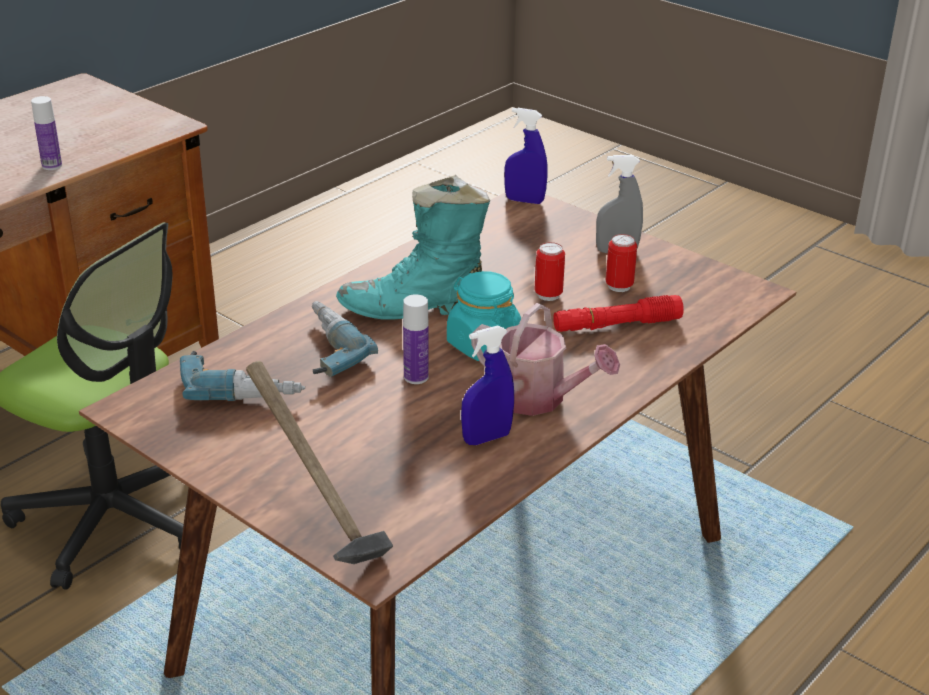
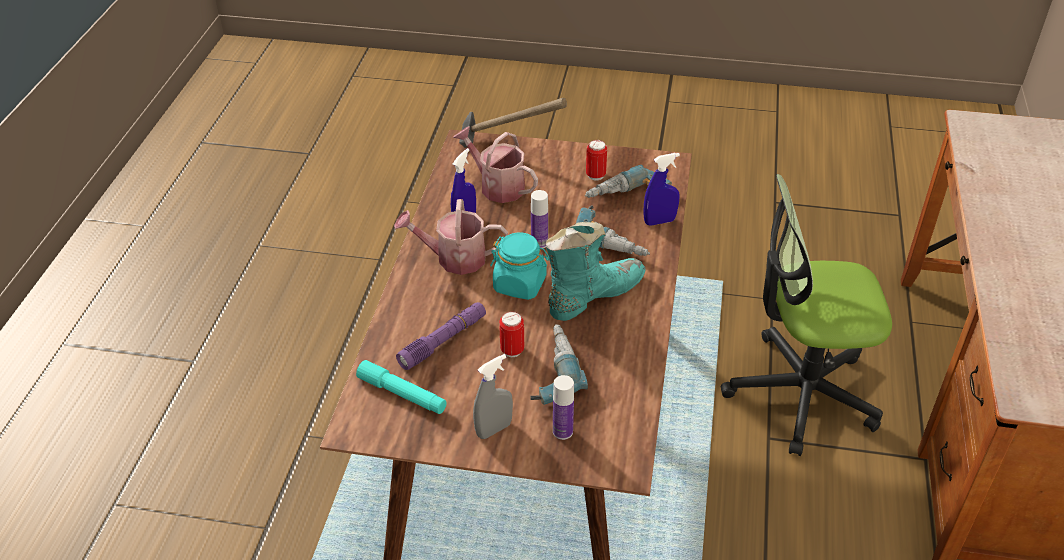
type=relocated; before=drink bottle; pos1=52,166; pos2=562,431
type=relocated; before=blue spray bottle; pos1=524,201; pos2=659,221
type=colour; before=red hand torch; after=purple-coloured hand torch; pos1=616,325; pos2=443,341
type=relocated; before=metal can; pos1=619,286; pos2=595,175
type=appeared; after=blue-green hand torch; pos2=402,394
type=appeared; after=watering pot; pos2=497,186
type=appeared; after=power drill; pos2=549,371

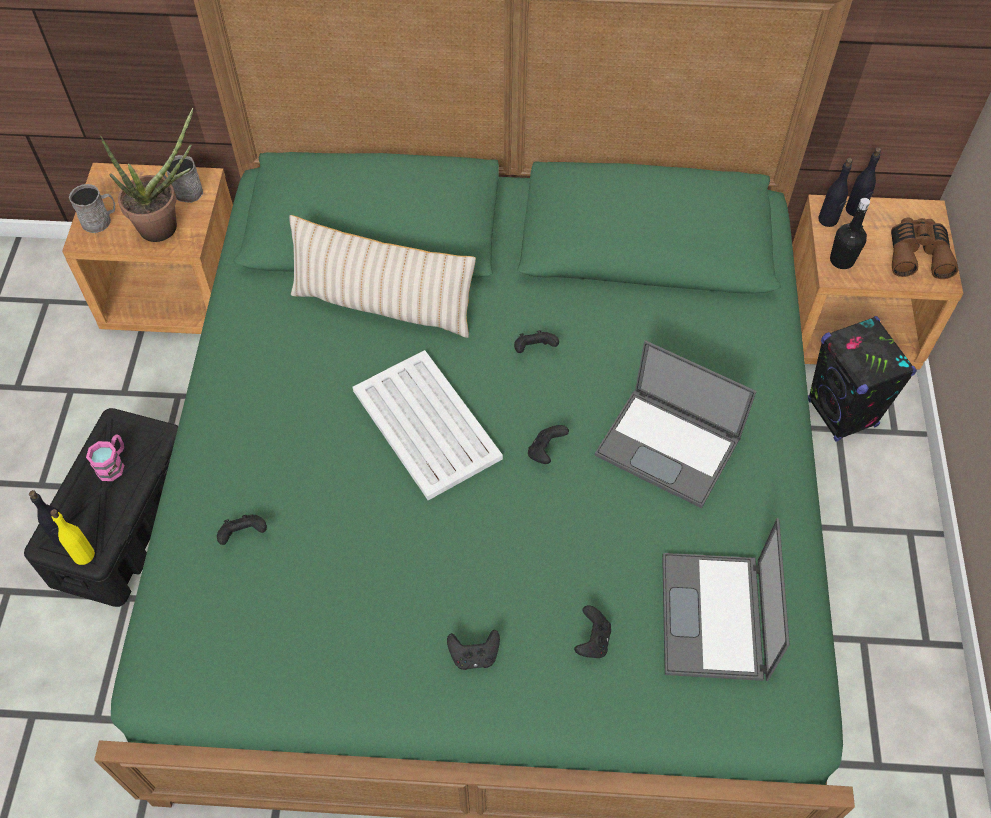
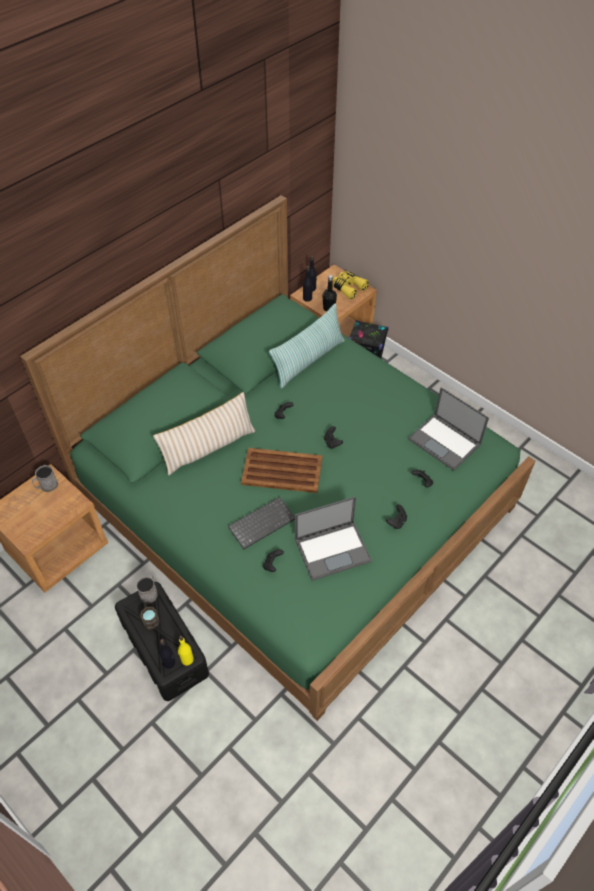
type=relocated; before=gray tea mug; pos1=100,220; pos2=149,593
type=colour; before=pinkish tea mug; after=brownish tea mug; pos1=113,464; pos2=150,619
type=missing; before=potted plant; pos1=167,226
type=colour; before=whitish carrying tray; after=brownish carrying tray; pos1=426,423; pos2=281,470
type=relocated; before=portable computer; pos1=669,447; pos2=333,549
type=colour; before=brownish pair of binoculars; after=yellow-coloured pair of binoculars; pos1=917,254; pos2=348,288
type=appeared; after=computer keyboard; pos2=262,522
type=appeared; after=throw pillow; pos2=308,360

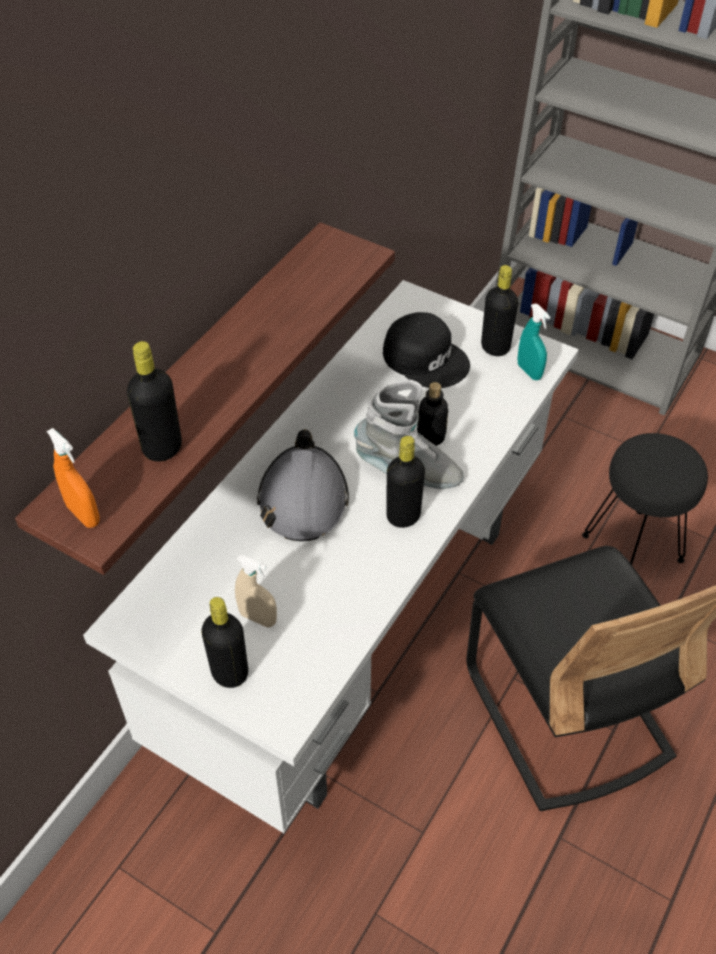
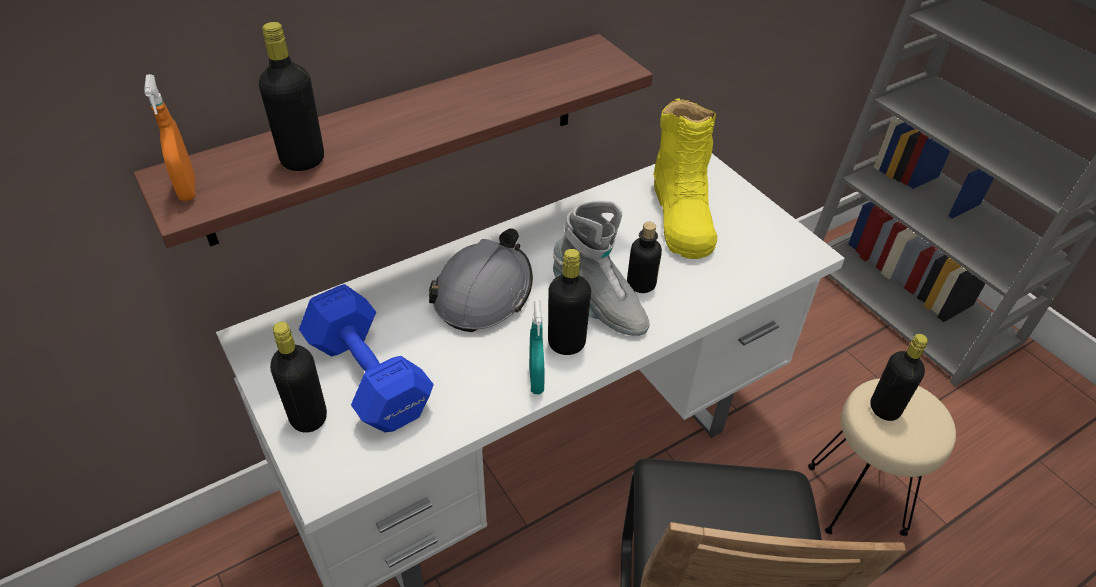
type=exchanged; before=beige spray bottle; after=blue hand weight; pos1=258,618; pos2=369,380
type=exchanged; before=black baseball cap; after=yellow-coloured high-top boot; pos1=426,358; pos2=681,215
type=relocated; before=black drink bottle; pos1=495,347; pos2=884,409
type=relocated; before=blue-green spray bottle; pos1=529,371; pos2=536,380
type=colour; before=black stool; after=beige stool; pos1=633,547; pos2=857,499

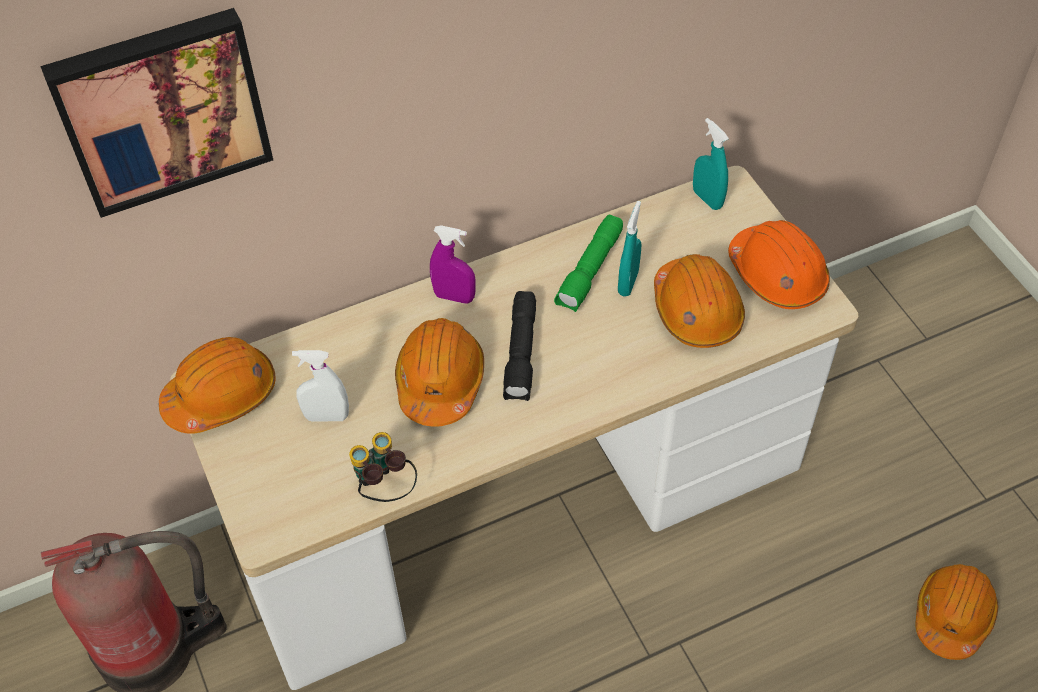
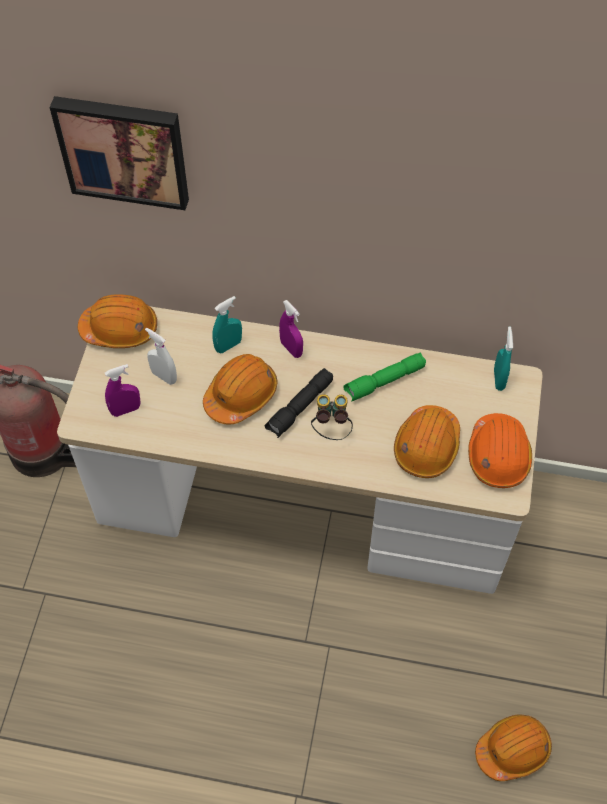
type=relocated; before=pair of binoculars; pos1=384,489; pos2=331,429
type=relocated; before=blue-green spray bottle; pos1=628,283; pos2=228,345
type=appeared; after=purple-coloured spray bottle; pos2=126,410

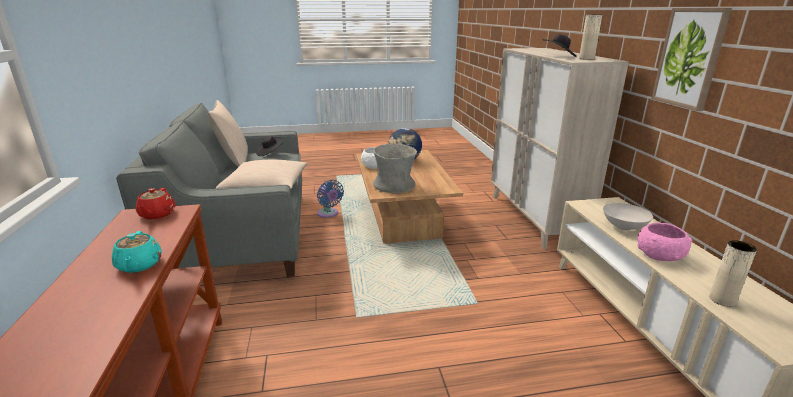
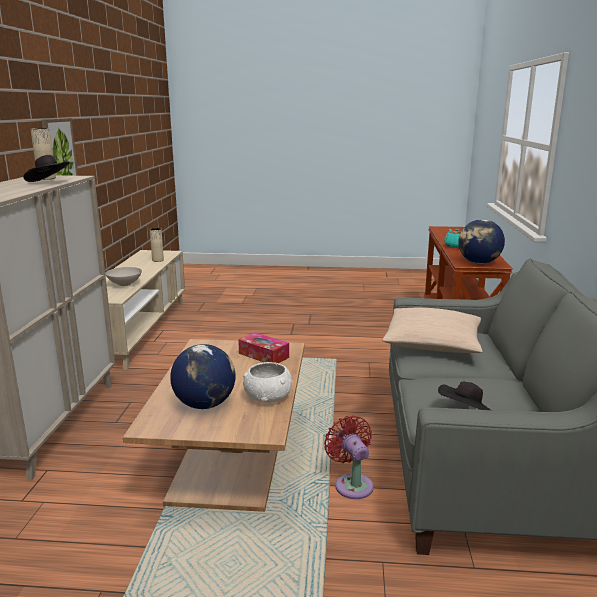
type=exchanged; before=red tea pot; after=globe; pos1=157,214; pos2=479,263
type=missing; before=beige throw pillow; pos1=234,161
type=colour; before=blue electric fan; after=red electric fan; pos1=328,214; pos2=352,484
type=exchanged; before=gray flower vase; after=tissue box; pos1=394,186; pos2=263,355
type=missing; before=pinkish deep dish; pos1=659,255

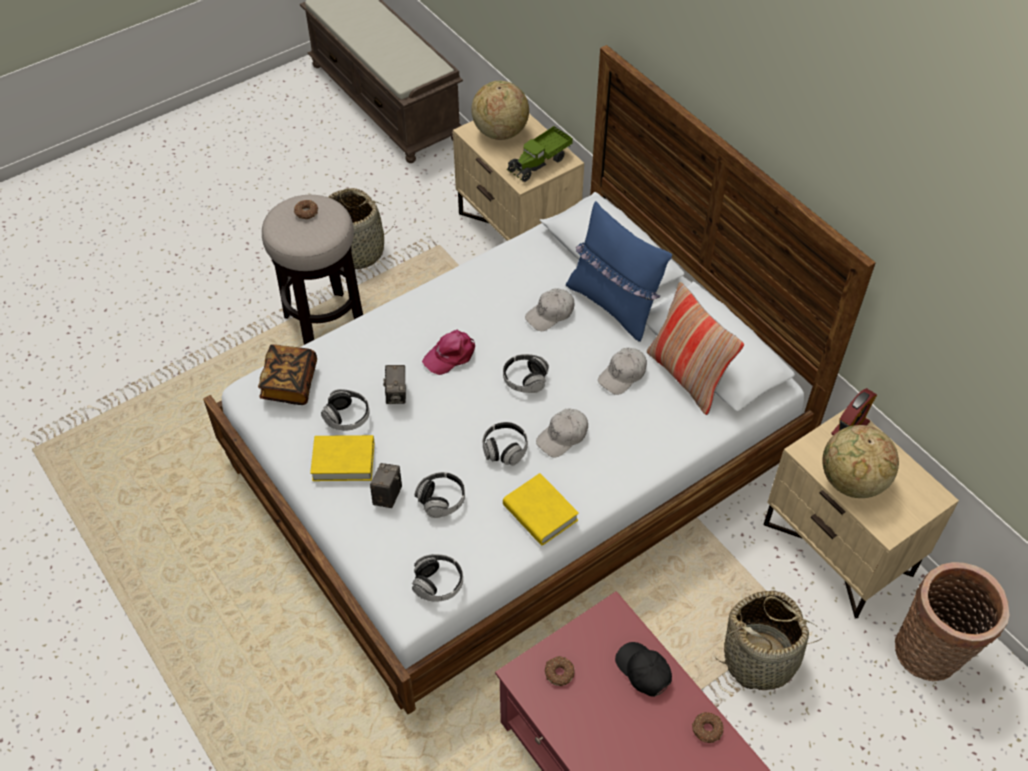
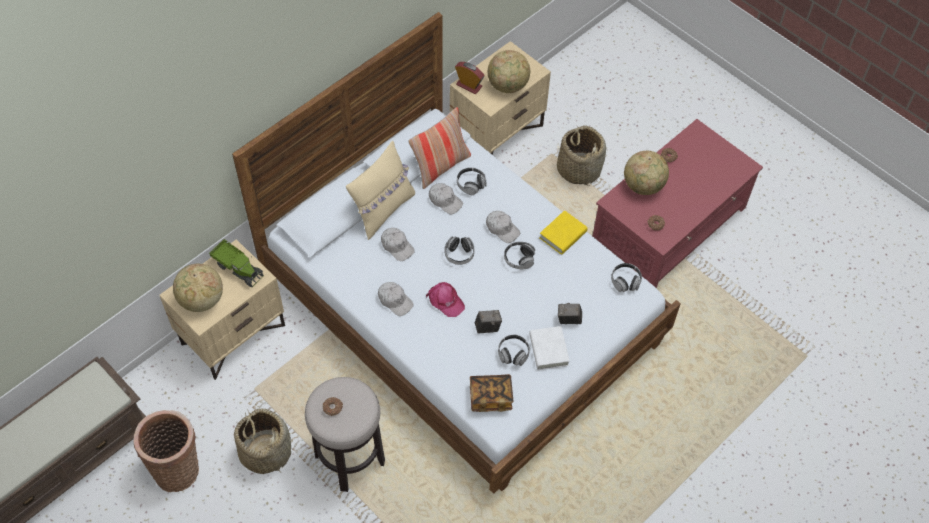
type=colour; before=yellow-coloured volume; after=whitish volume; pos1=343,461; pos2=548,350
type=relocated; before=headset; pos1=441,500; pos2=471,185
type=colour; before=blue throw pillow; after=beige throw pillow; pos1=614,305; pos2=383,210
type=exchanged; before=black baseball cap; after=globe; pos1=643,671; pos2=643,186
type=relocated; before=storage basket; pos1=931,654; pos2=178,468
type=appeared; after=whitish baseball cap; pos2=395,300

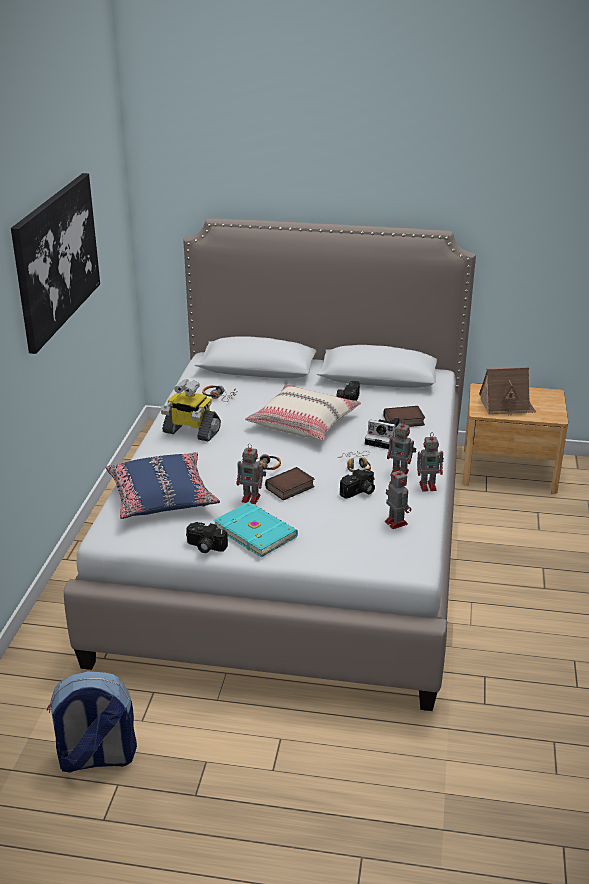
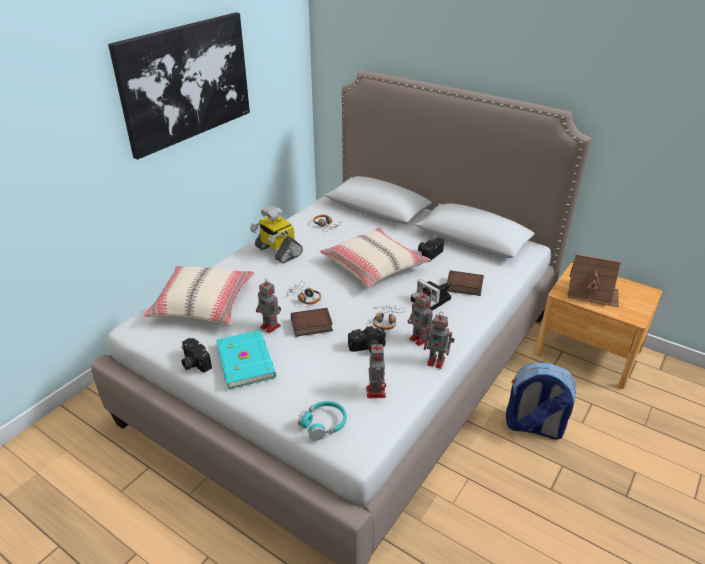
type=relocated; before=rucksack; pos1=96,758; pos2=533,427
type=colour; before=blue throw pillow; after=beige throw pillow; pos1=162,497; pos2=203,304
type=appeared; after=blue-green headset; pos2=323,424

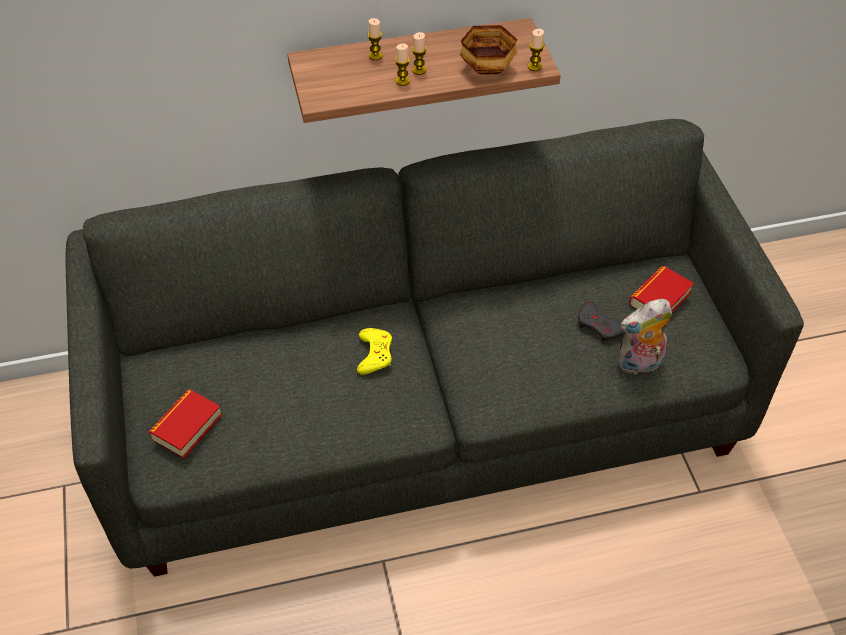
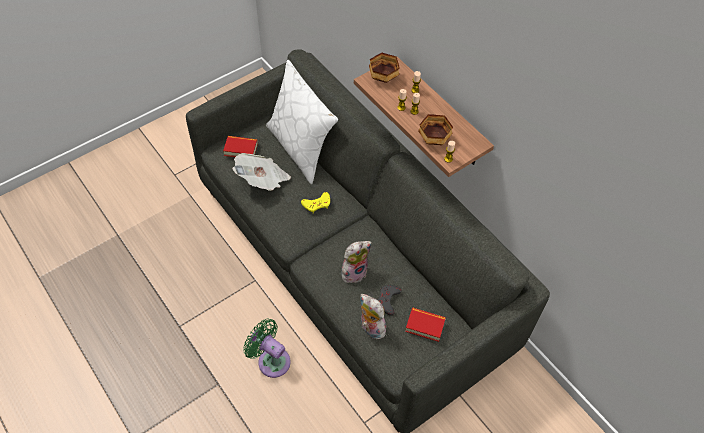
type=appeared; after=printed paper; pos2=263,180
type=appeared; after=green electric fan; pos2=271,360
type=appeared; after=whitish throw pillow; pos2=301,148
type=appeared; after=plush toy; pos2=354,271
type=appeared; after=deep dish; pos2=383,76

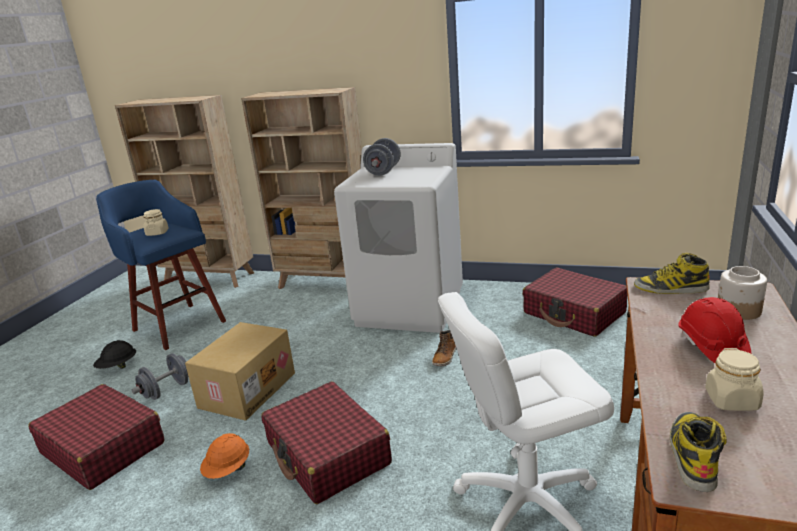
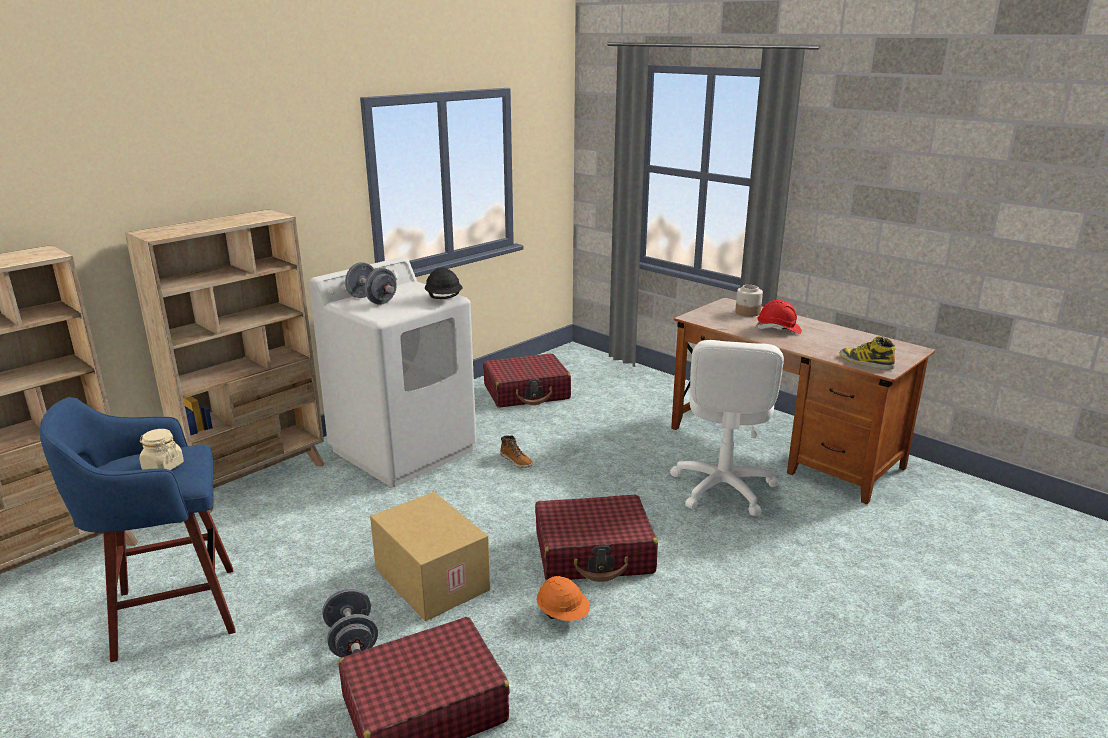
type=relocated; before=black safety helmet; pos1=118,367; pos2=444,299
type=missing; before=high-top boot; pos1=670,289
type=missing; before=beige preserve jar; pos1=732,400

